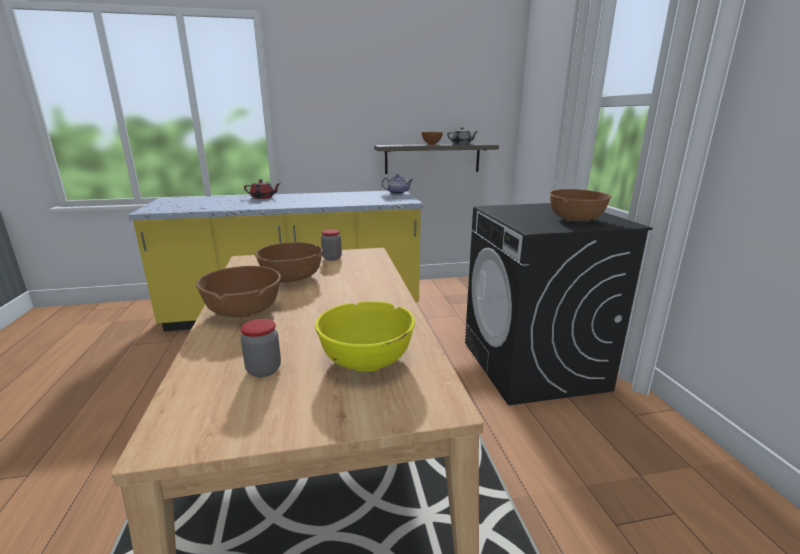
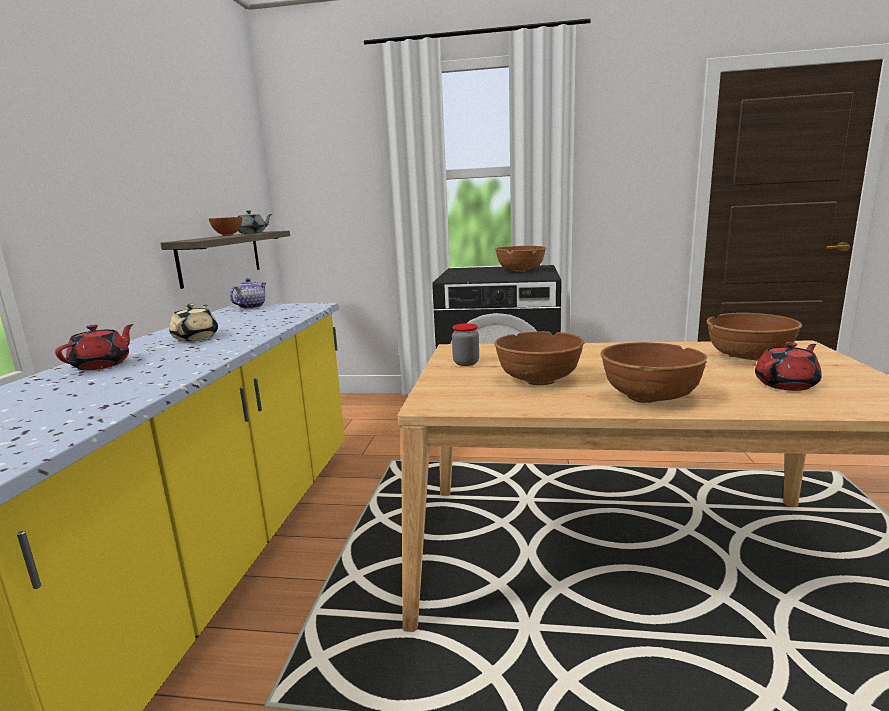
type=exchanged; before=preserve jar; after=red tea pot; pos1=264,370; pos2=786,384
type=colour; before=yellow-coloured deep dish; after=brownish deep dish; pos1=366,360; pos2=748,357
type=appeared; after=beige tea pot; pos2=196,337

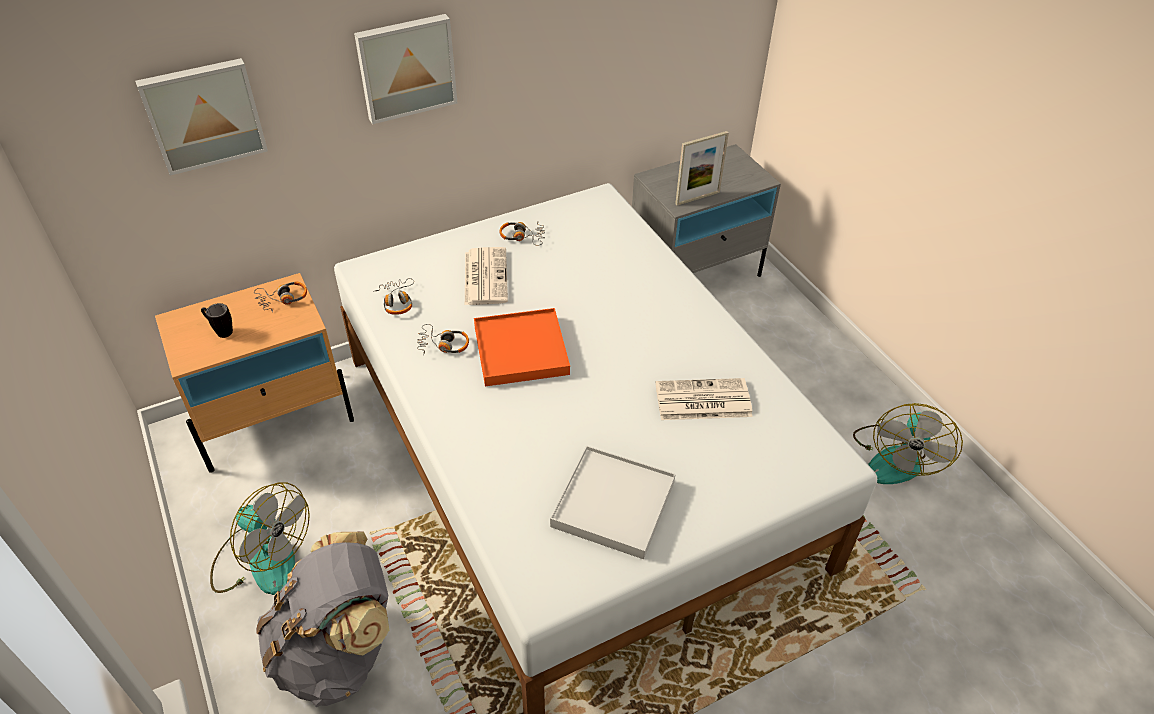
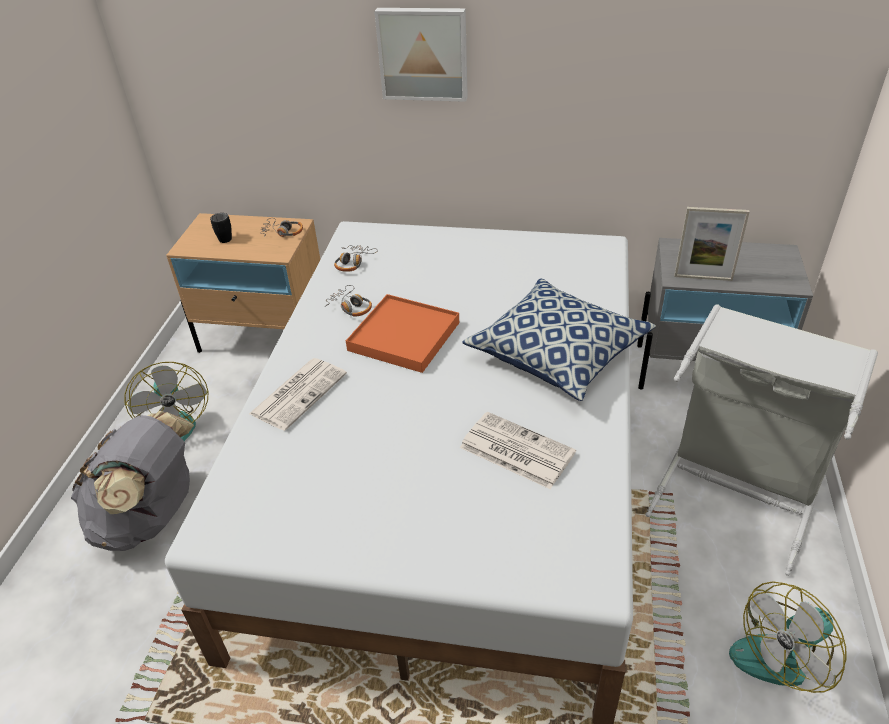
type=missing; before=picture; pos1=203,114
type=relocated; before=printed paper; pos1=485,276; pos2=299,393
type=missing; before=headset; pos1=522,237
type=missing; before=whitish carrying tray; pos1=613,504
type=appeared; after=throw pillow; pos2=558,354
type=appeared; after=gray washing basket; pos2=736,492

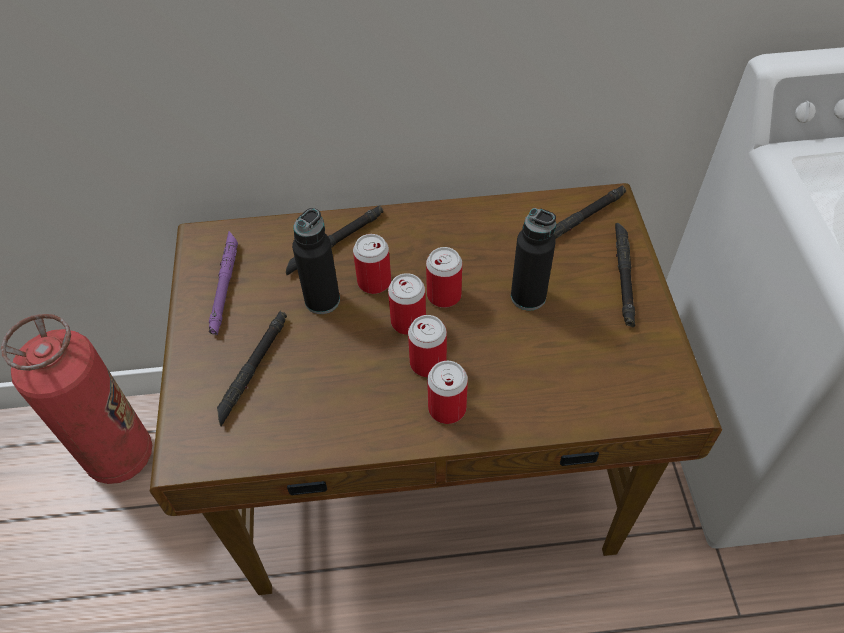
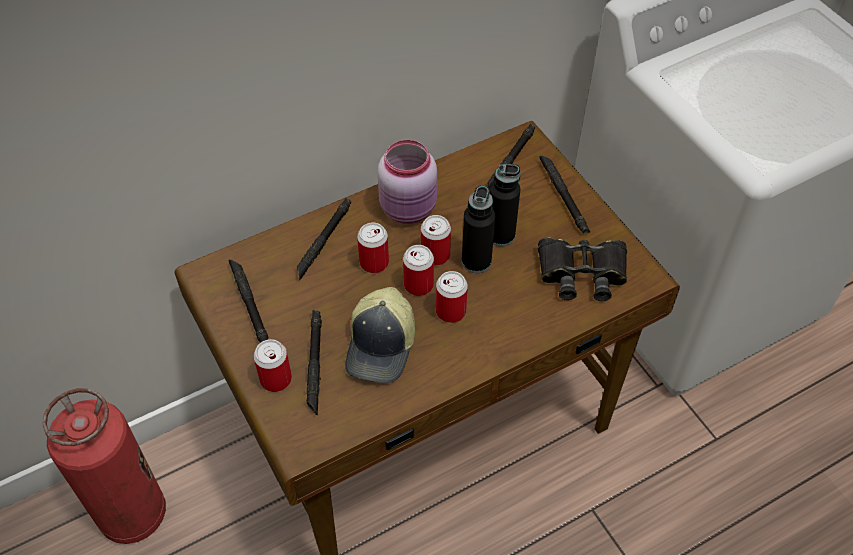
type=colour; before=purple-coloured hand torch; after=black hand torch; pos1=225,285; pos2=250,305
type=relocated; before=black drink bottle; pos1=322,300; pos2=476,261
type=relocated; before=metal can; pos1=447,408; pos2=276,379
type=appeared; after=baseball cap; pos2=382,346
type=appeared; after=pinkish preserve jar; pos2=409,209
type=appeared; after=black pair of binoculars; pos2=582,272

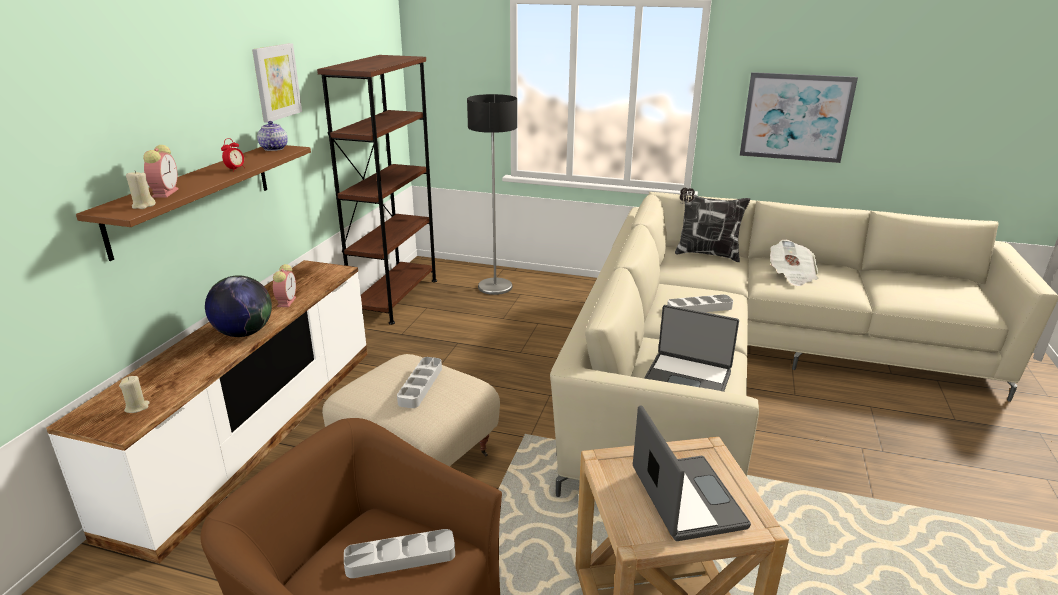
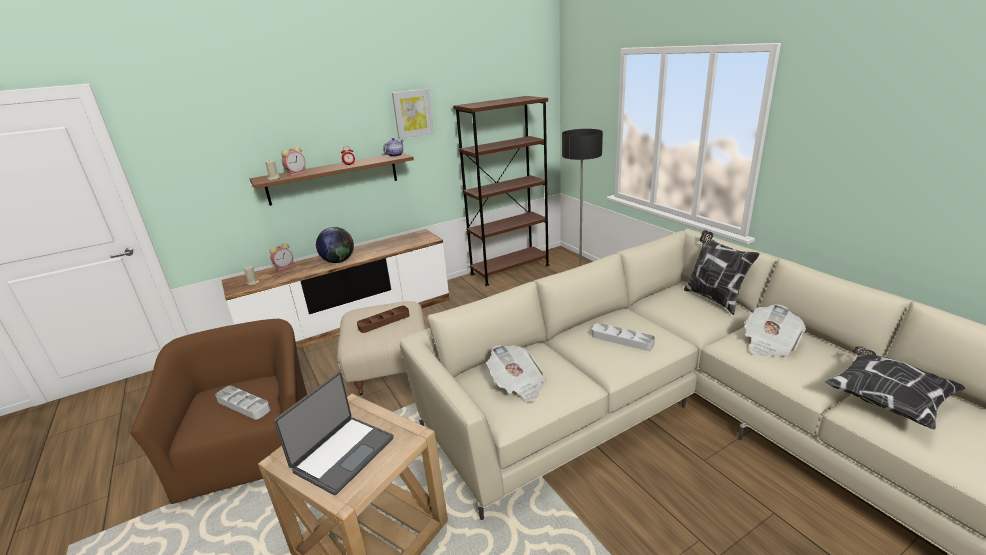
type=relocated; before=alarm clock; pos1=286,301; pos2=284,267
type=colour; before=gray carrying tray; after=brownish carrying tray; pos1=420,385; pos2=384,321
type=exchanged; before=portable computer; after=printed paper; pos1=688,376; pos2=518,385
type=missing; before=picture; pos1=795,117
type=appeared; after=throw pillow; pos2=885,400

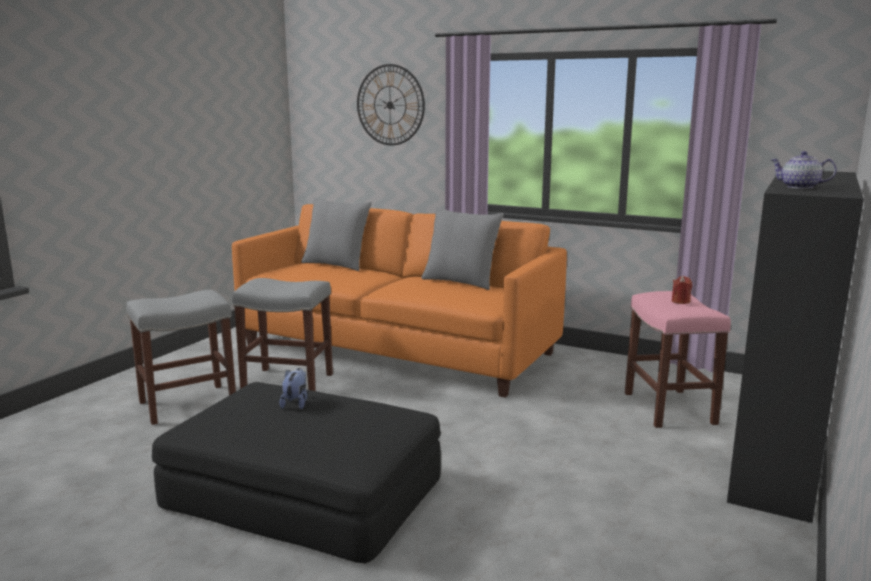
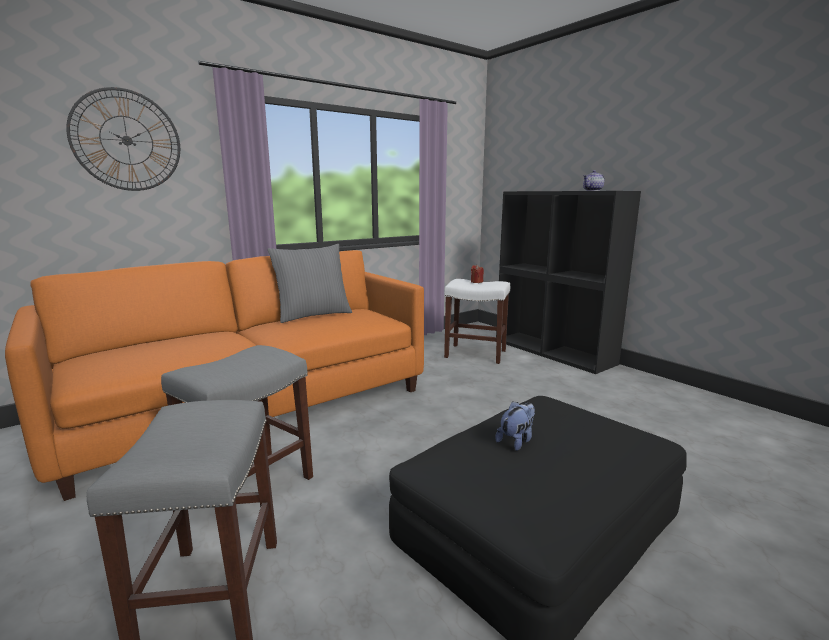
type=spun; before=plush toy; pos1=296,403; pos2=516,441; turn=105
type=missing; before=gray throw pillow; pos1=336,265
type=colour; before=pinkish stool; after=whitish stool; pos1=670,408; pos2=476,354

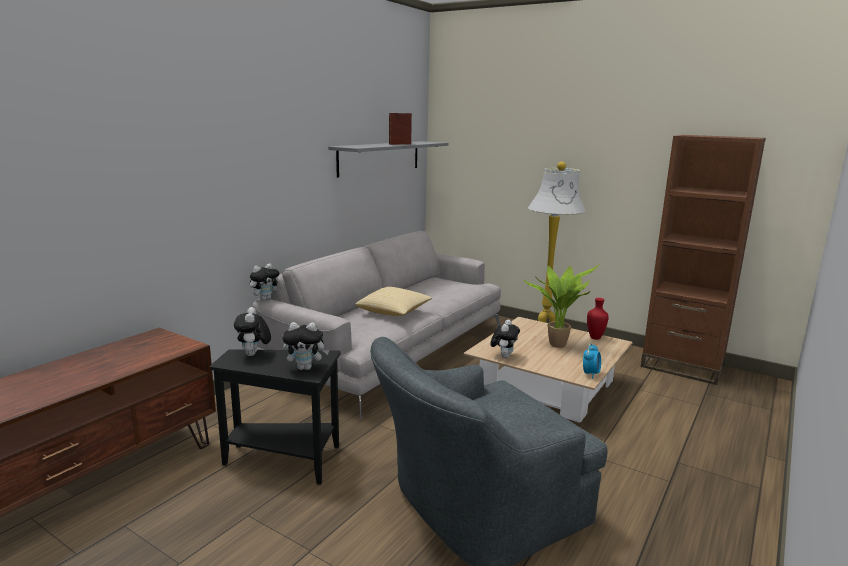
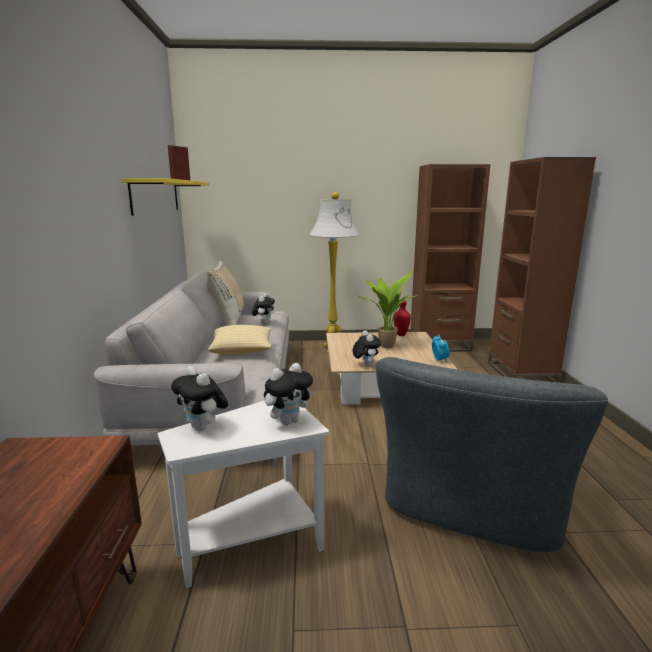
type=colour; before=black side table; after=whitish side table; pos1=285,460; pos2=255,543
type=relocated; before=plush toy; pos1=265,299; pos2=264,323
type=colour; before=gray wall shelf; after=yellow-coloured wall shelf; pos1=380,158; pos2=156,196
type=appeared; after=beige throw pillow; pos2=228,320
type=appeared; after=brownish bookcase; pos2=521,374

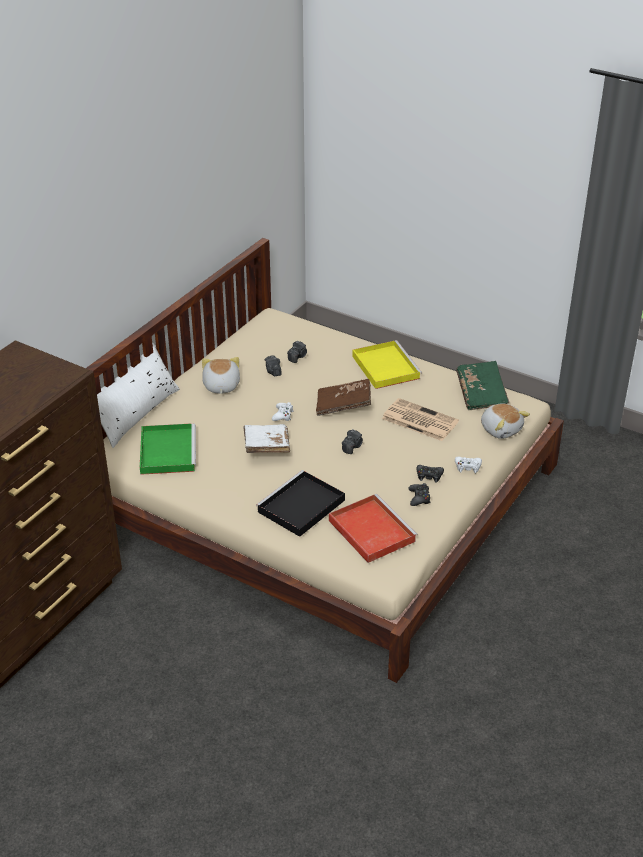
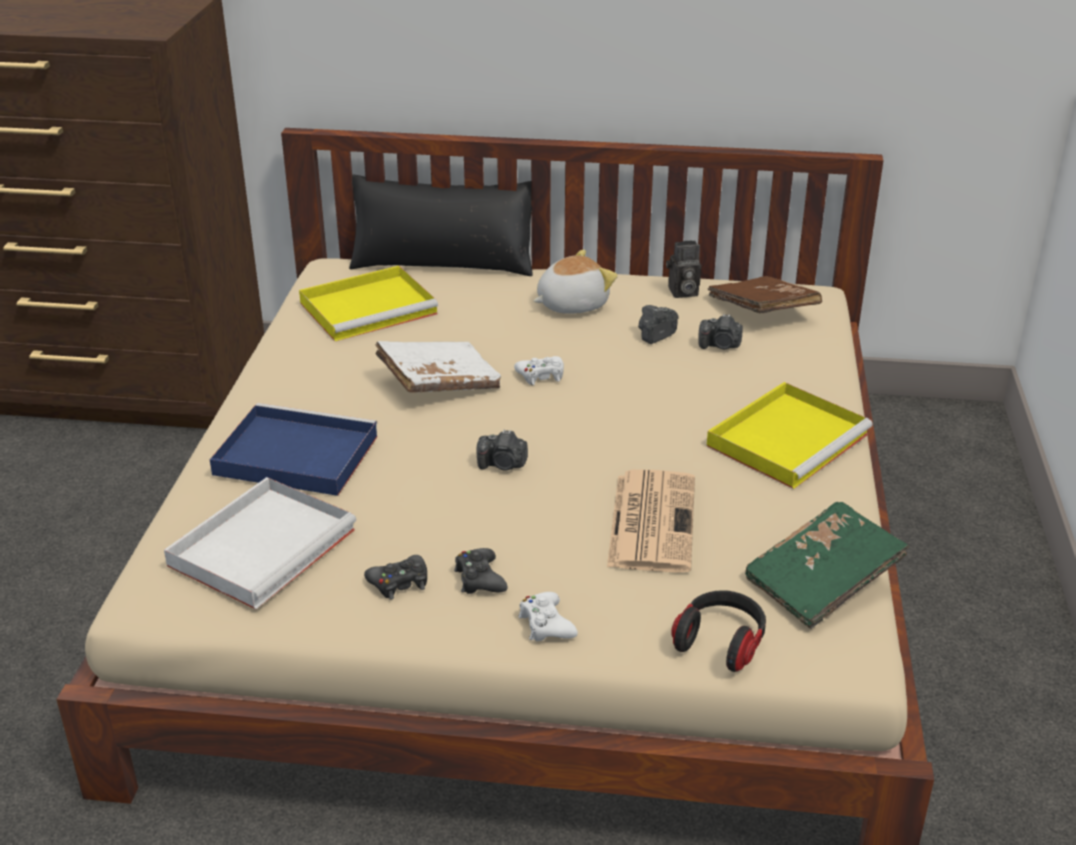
type=colour; before=whitish throw pillow; after=black throw pillow; pos1=135,413; pos2=443,262
type=colour; before=green carrying tray; after=yellow-coloured carrying tray; pos1=167,451; pos2=370,307
type=colour; before=black carrying tray; after=blue carrying tray; pos1=300,507; pos2=293,455
type=relocated; before=brownish volume; pos1=344,405; pos2=762,311
type=colour; before=red carrying tray; after=whitish carrying tray; pos1=370,530; pos2=264,545
type=exchanged; before=plush toy; after=headset; pos1=501,429; pos2=721,642
type=appeared; after=photo camera; pos2=682,292

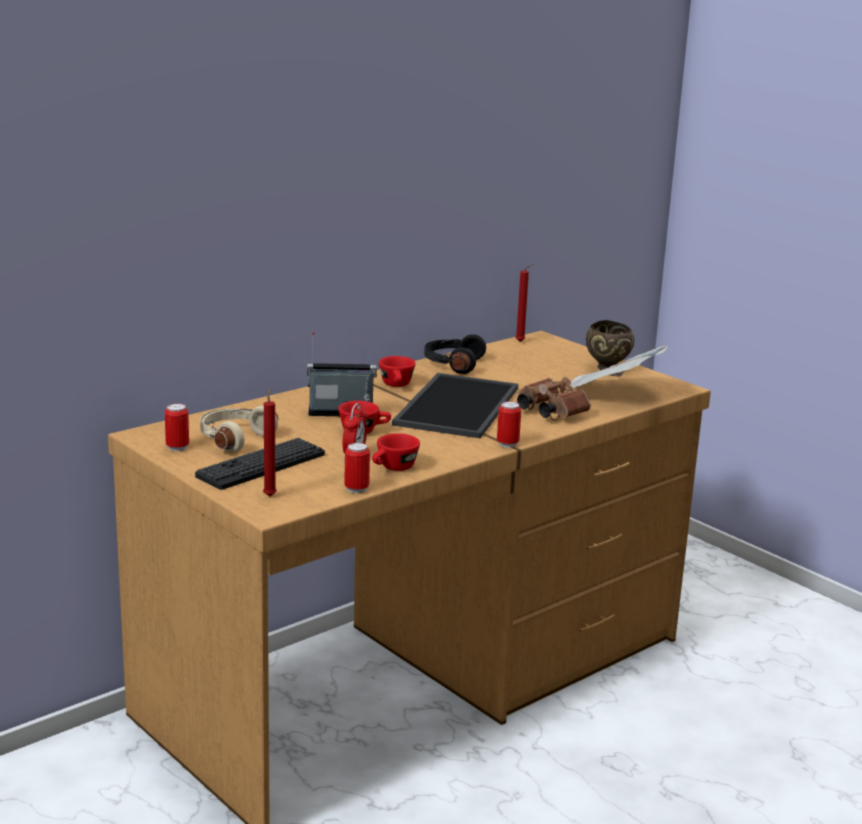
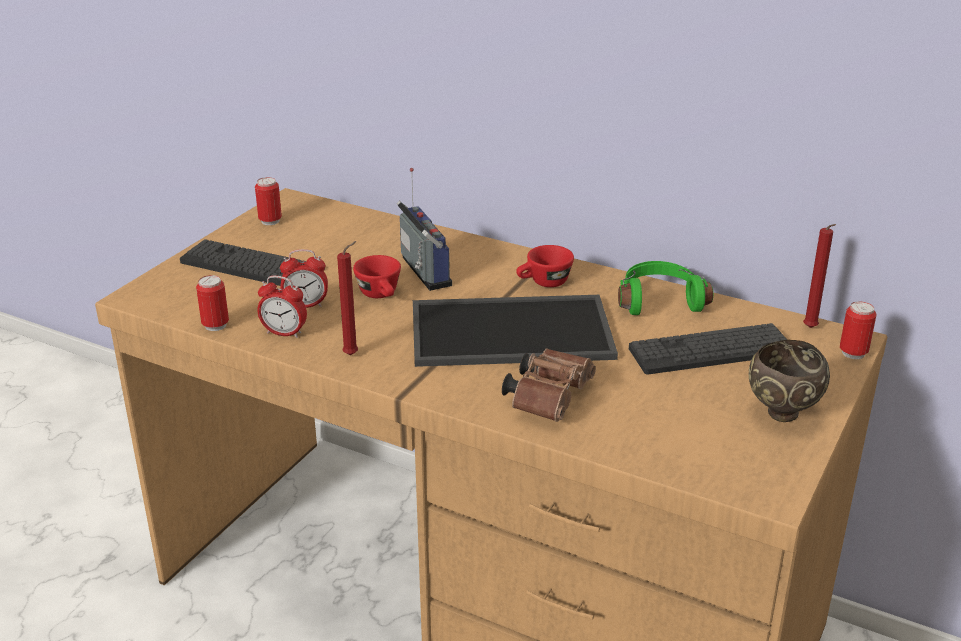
type=missing; before=beige headset; pos1=233,439
type=relocated; before=red wax candle; pos1=270,495; pos2=353,354
type=exchanged; before=red cup; after=alarm clock; pos1=393,468; pos2=284,333
type=colour; before=black headset; after=green headset; pos1=452,364; pos2=659,300
type=relocated; before=metal can; pos1=507,444; pos2=853,353
type=missing; before=printed paper; pos1=611,394
type=appeared; after=computer keyboard; pos2=711,351

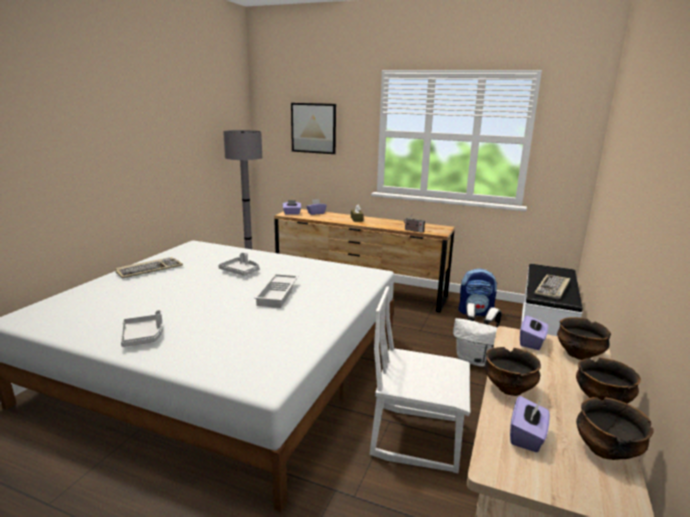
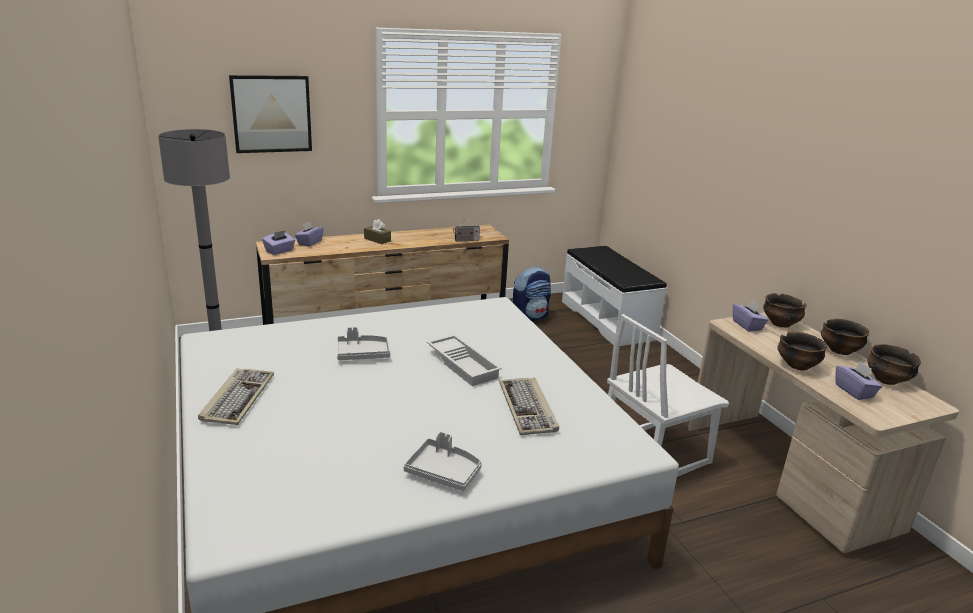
type=missing; before=whitish rucksack; pos1=474,360
type=relocated; before=computer keyboard; pos1=552,288; pos2=528,408

